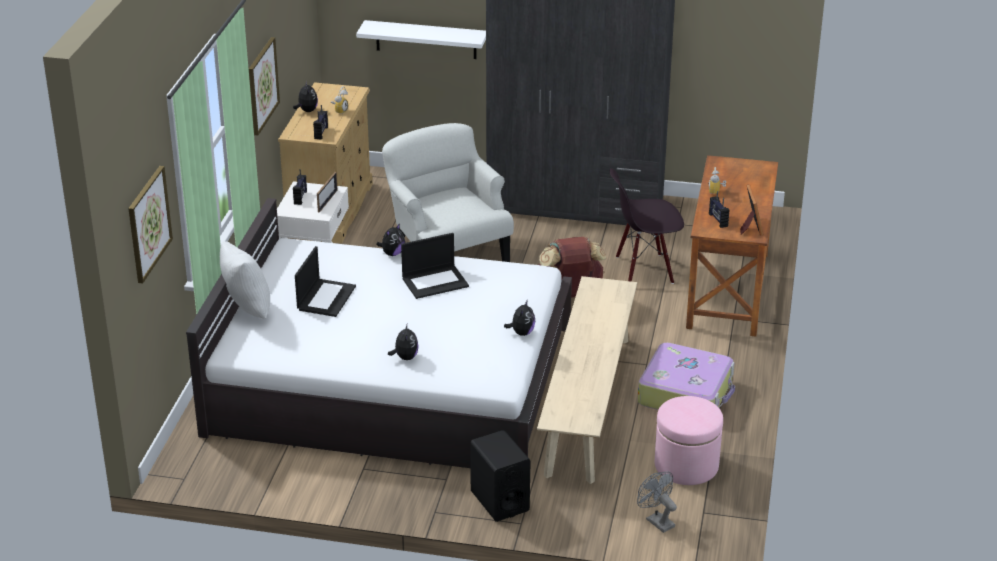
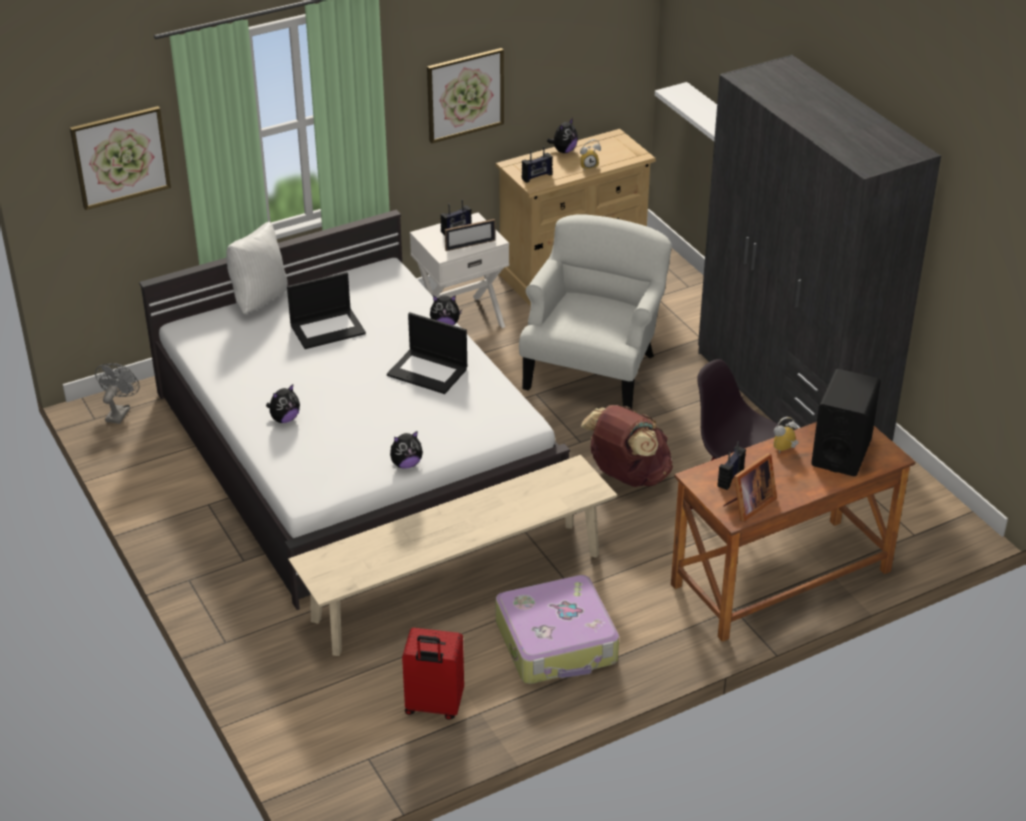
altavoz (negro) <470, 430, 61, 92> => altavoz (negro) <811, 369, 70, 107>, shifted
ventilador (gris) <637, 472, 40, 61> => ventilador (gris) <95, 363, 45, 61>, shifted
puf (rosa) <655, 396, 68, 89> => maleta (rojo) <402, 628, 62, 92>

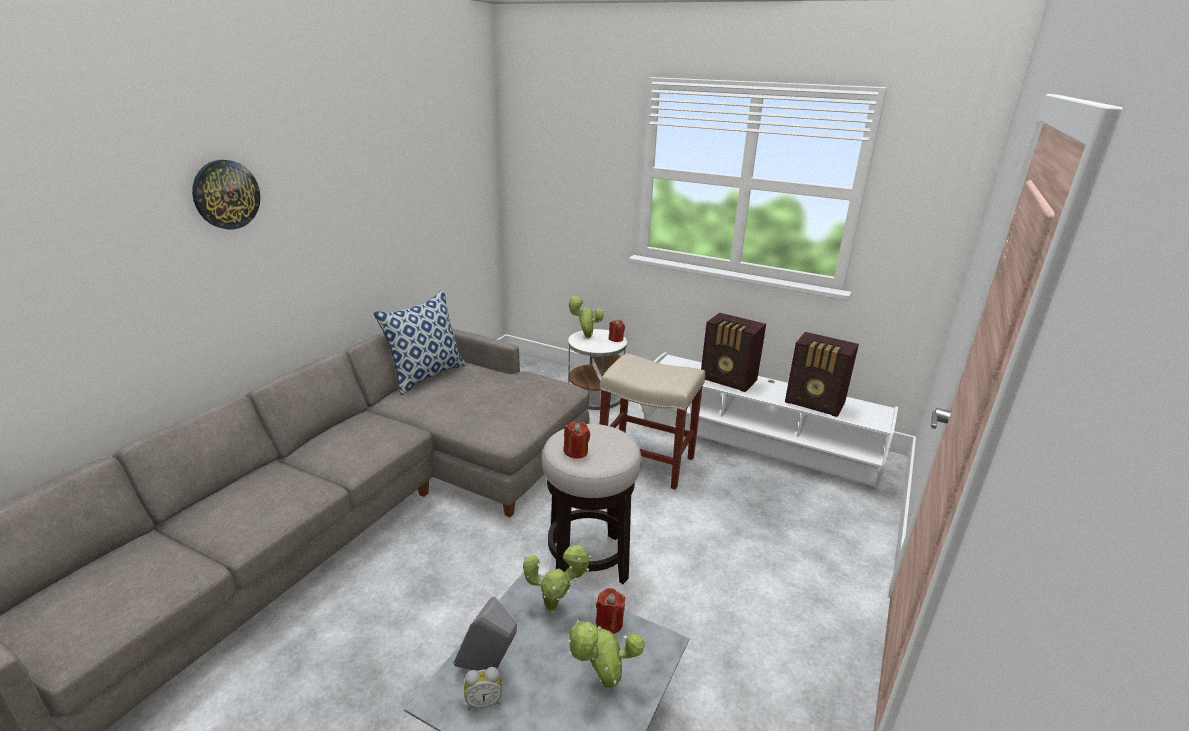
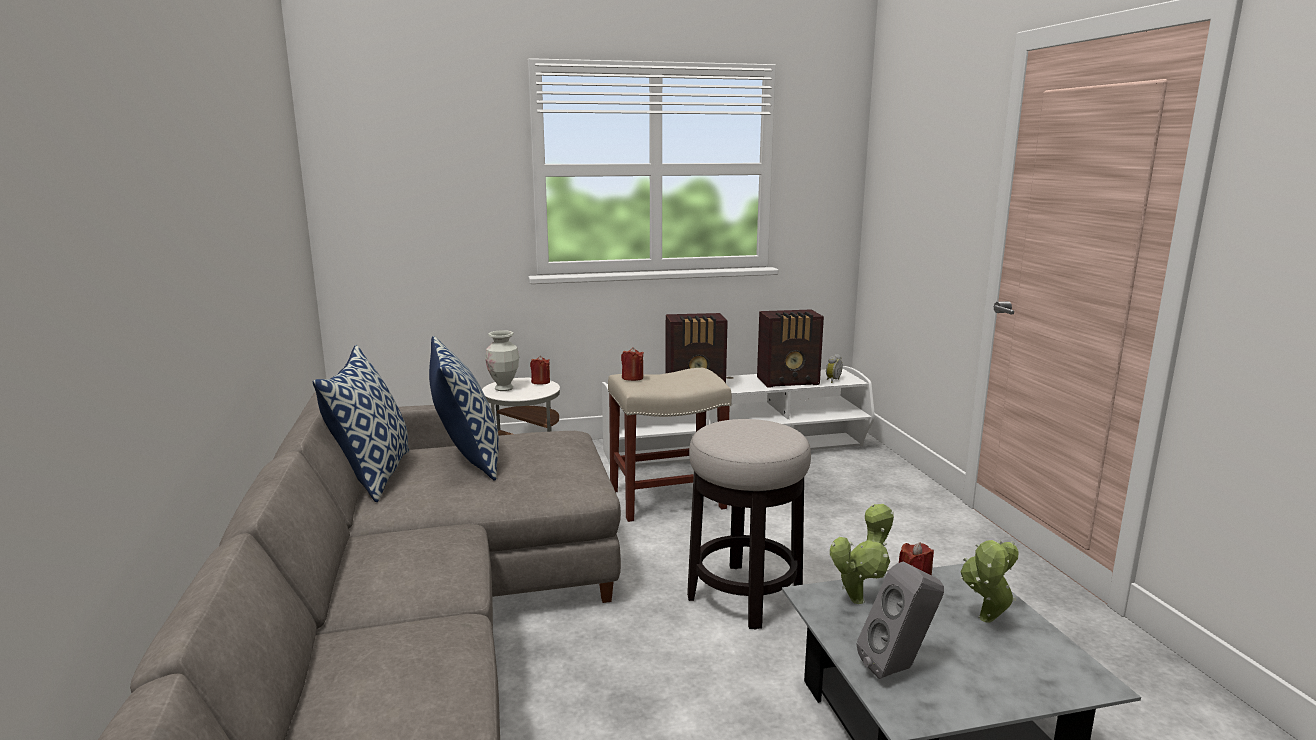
reloj de pared <192, 160, 68, 69> => nothing
nothing => cojín <429, 336, 70, 145>
despertador <464, 667, 38, 43> => despertador <826, 354, 17, 29>, shifted
vela (rojo) <564, 422, 26, 36> => vela (rojo) <621, 347, 23, 34>, shifted
planta en maceta <568, 296, 35, 42> => florero <485, 330, 34, 61>

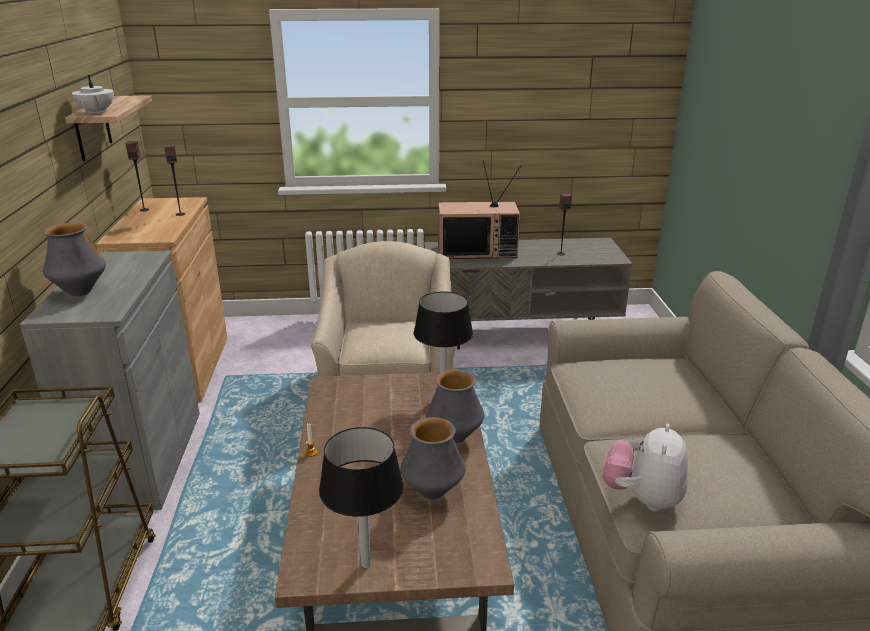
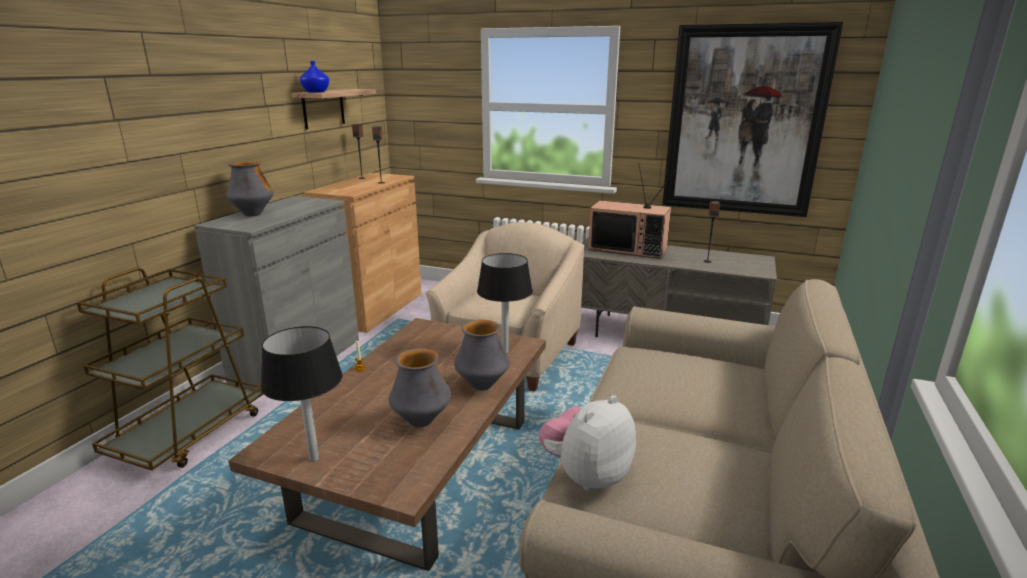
nothing => cuadro <662, 22, 181, 195>
tetera (blanco) <72, 75, 42, 39> => florero (azul) <300, 61, 29, 32>

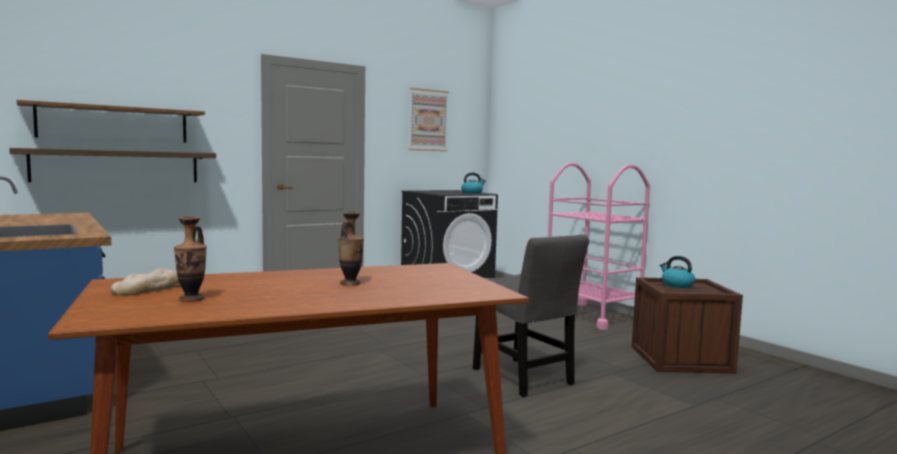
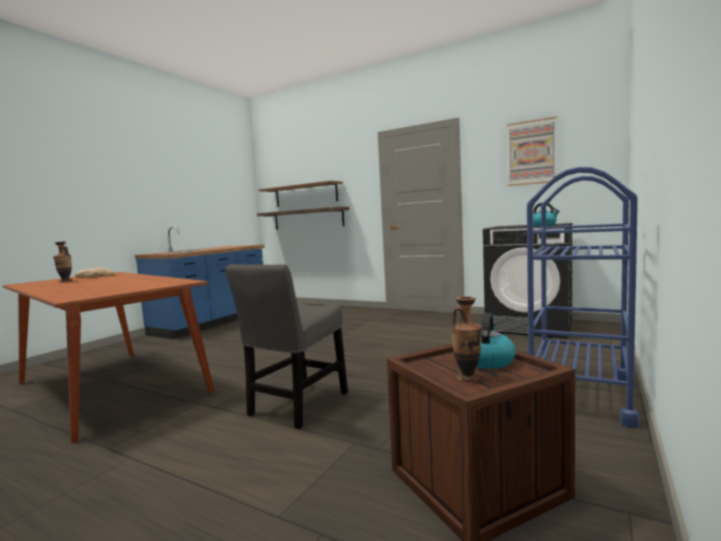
florero <338, 212, 26, 74> => florero <451, 296, 31, 86>, shifted
carrito (rosa) <548, 163, 102, 167> => carrito (azul) <527, 167, 113, 261>

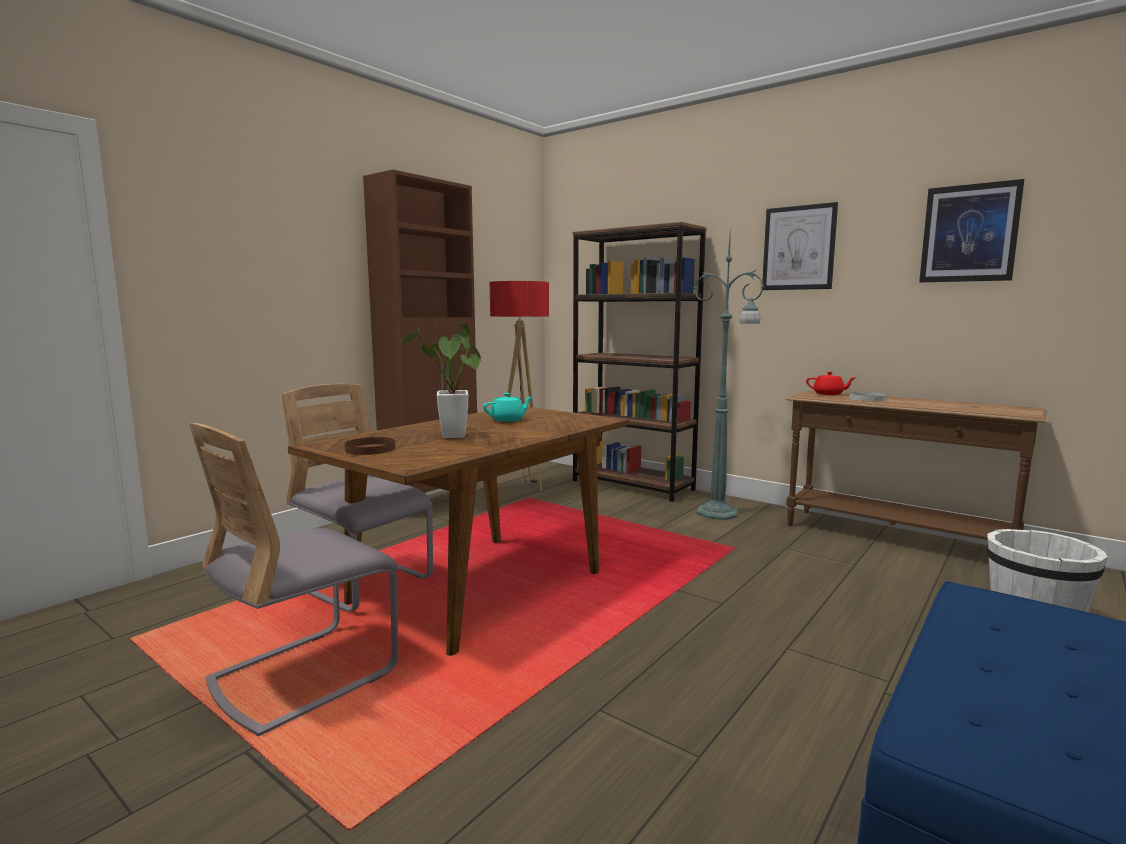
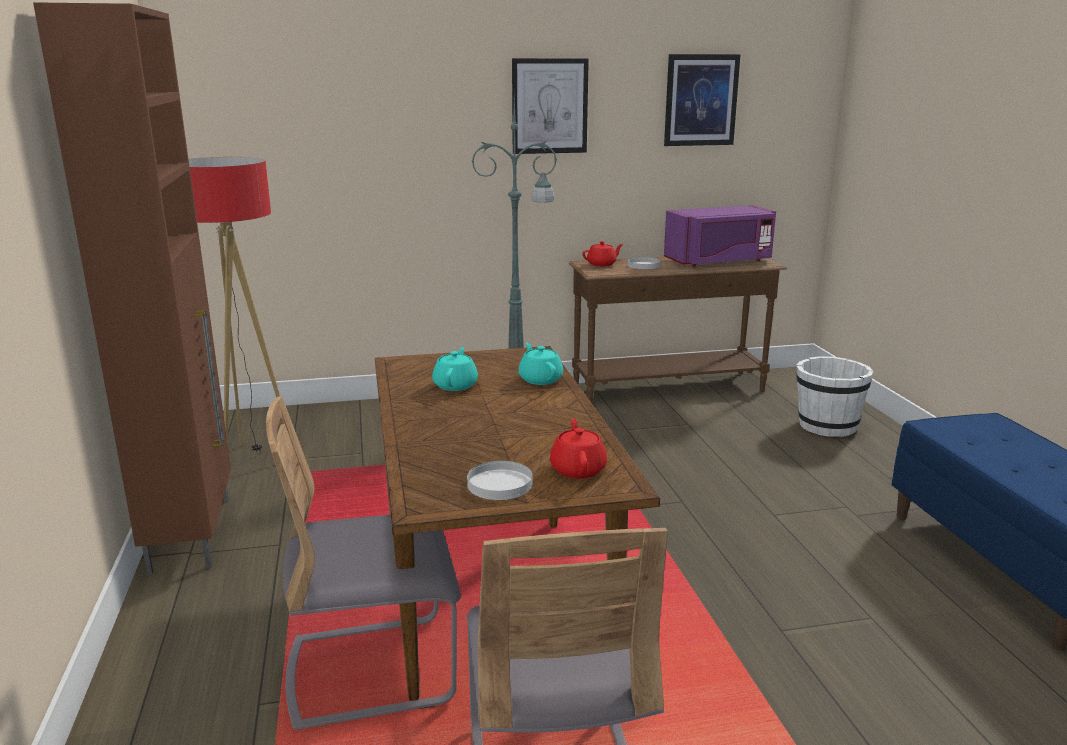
planta en maceta <399, 323, 82, 115> => nothing
estantería (marrón) <573, 222, 134, 280> => nothing
nothing => tetera (turquesa) <519, 343, 44, 42>
nothing => tetera (rojo) <550, 418, 57, 61>
nothing => microondas (morado) <664, 205, 112, 62>
plato (marrón) <345, 437, 50, 18> => plato (blanco) <467, 461, 66, 39>

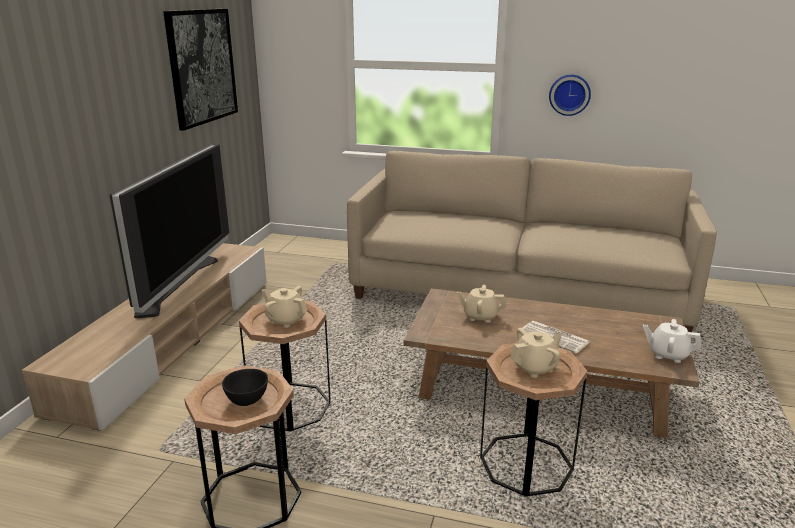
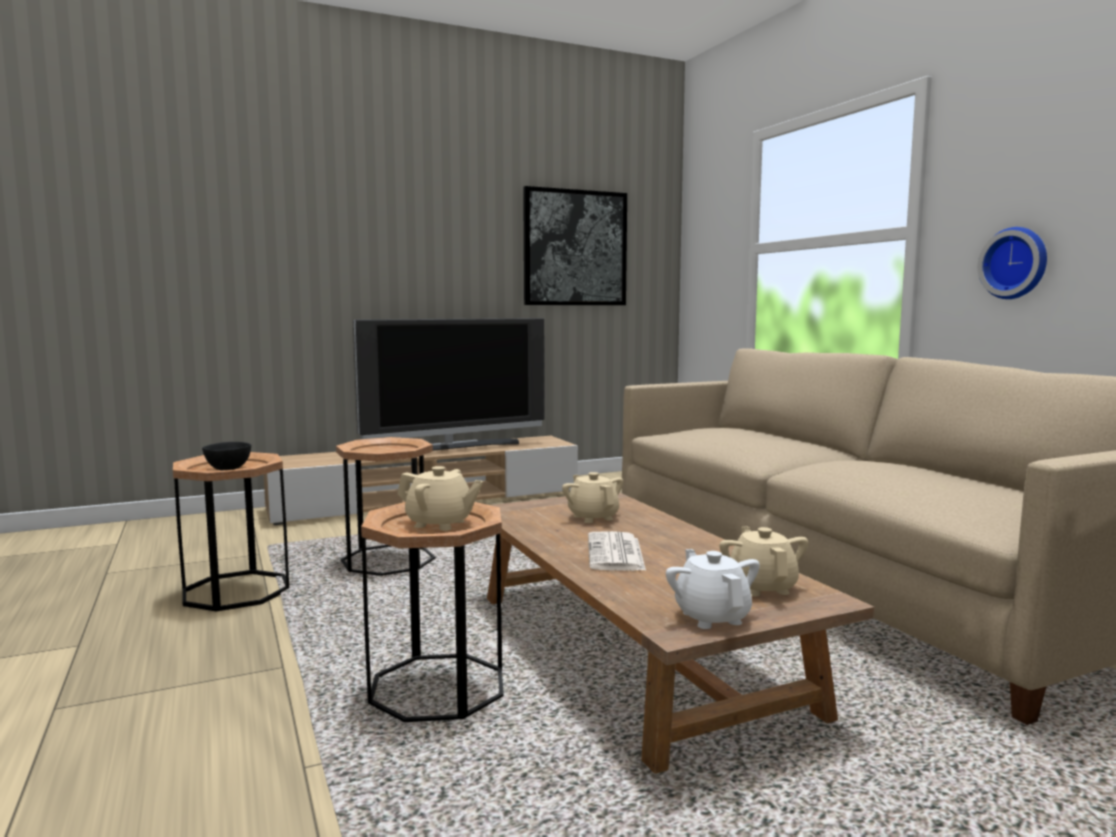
tetera (beis) <261, 286, 46, 42> => tetera (beis) <719, 527, 89, 69>, shifted

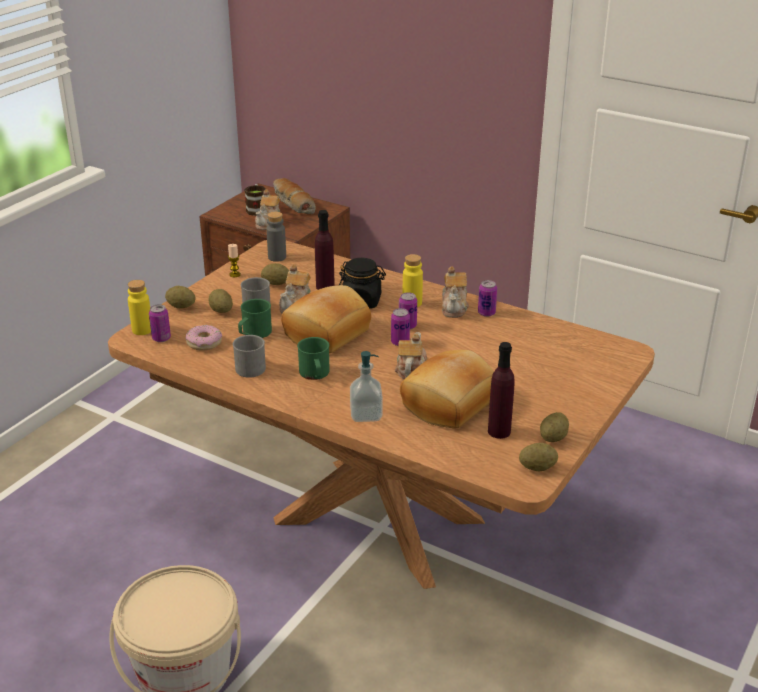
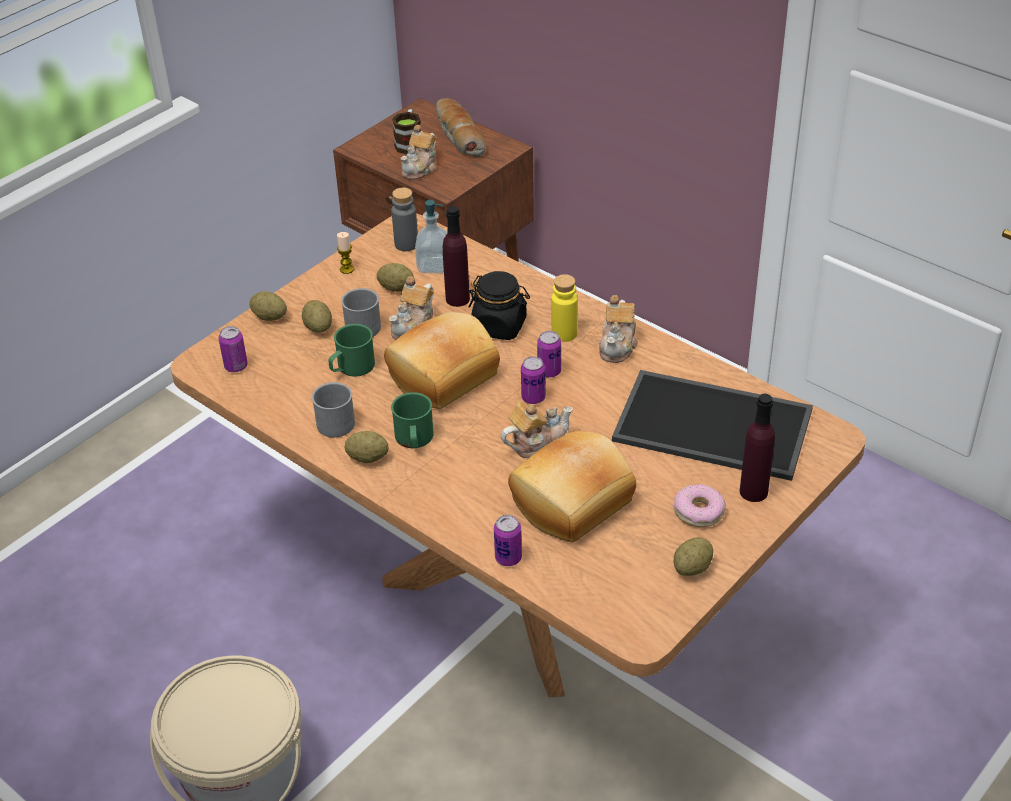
botella (amarillo) <128, 280, 23, 55> => nothing
nothing => bandeja <612, 370, 201, 111>
rosquilla <186, 325, 36, 26> => rosquilla <674, 484, 52, 43>, shifted
dispensador de jabón <350, 351, 32, 71> => dispensador de jabón <415, 200, 32, 74>, shifted
lata <478, 280, 19, 37> => lata <494, 515, 28, 51>, shifted
botella (morado) <488, 342, 27, 97> => botella (morado) <740, 394, 35, 108>, shifted
patata <519, 443, 39, 28> => patata <345, 431, 44, 32>, shifted
tetera <395, 332, 32, 47> => tetera <501, 402, 72, 56>, 45 degrees clockwise

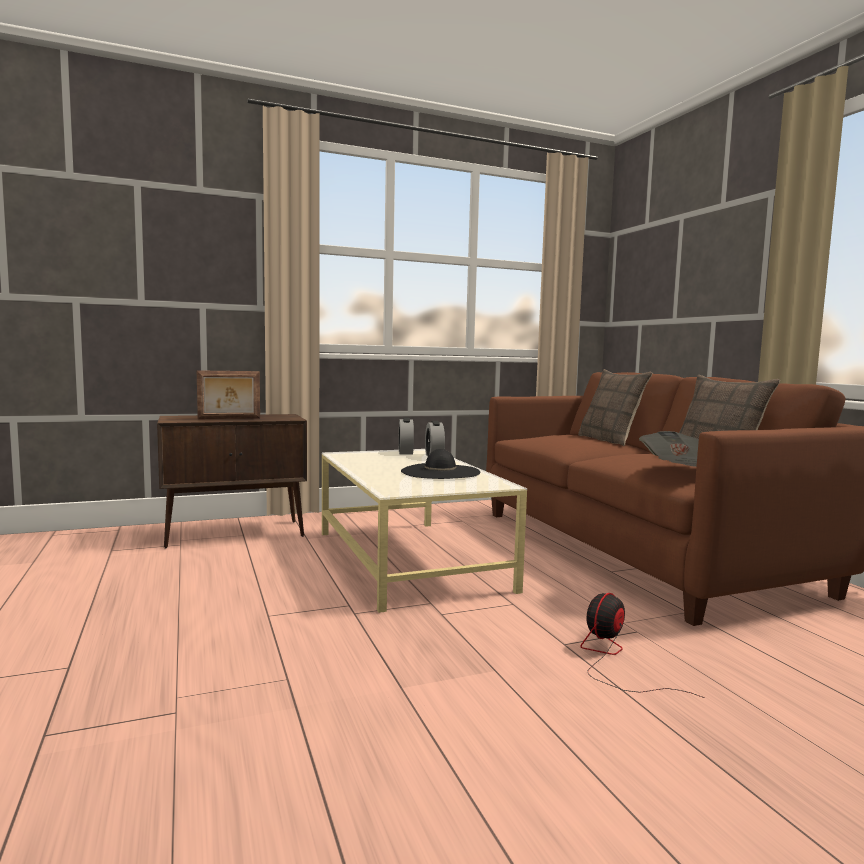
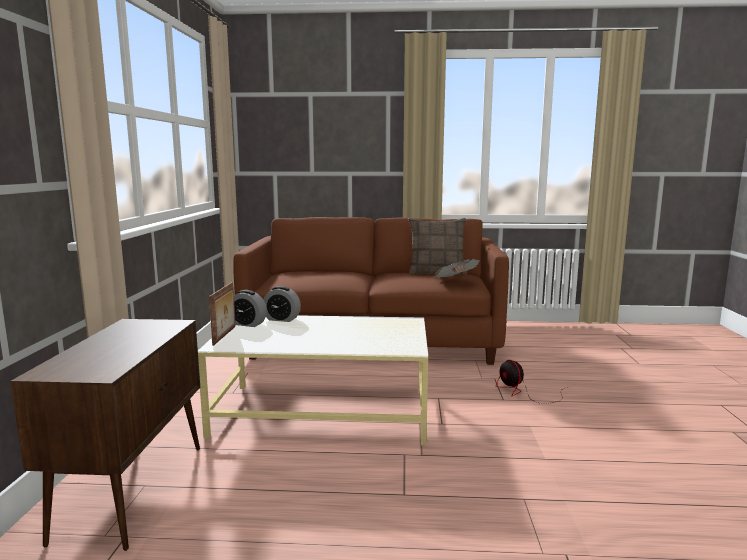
sombrero (negro) <401, 449, 79, 30> => nothing
cojín <578, 369, 74, 77> => nothing
portarretratos <197, 370, 63, 49> => portarretratos <209, 282, 26, 64>, shifted

